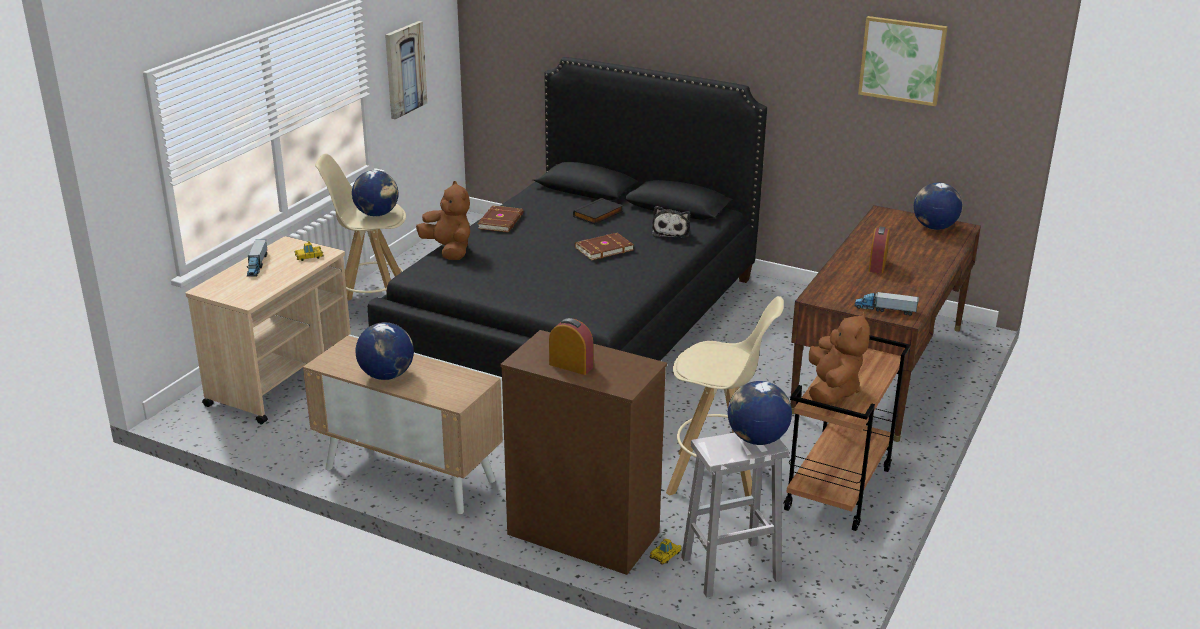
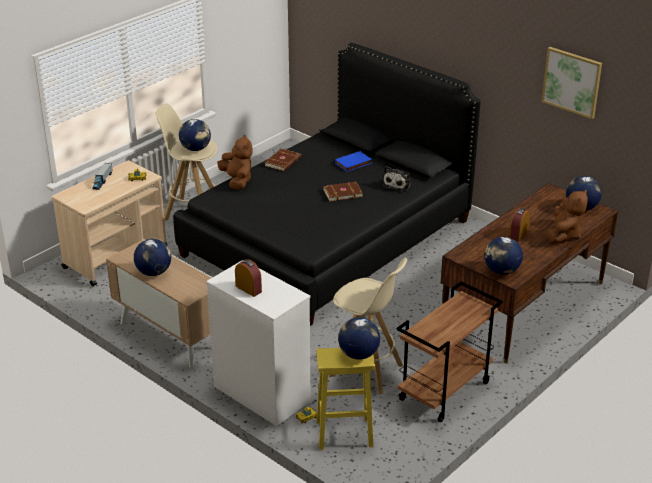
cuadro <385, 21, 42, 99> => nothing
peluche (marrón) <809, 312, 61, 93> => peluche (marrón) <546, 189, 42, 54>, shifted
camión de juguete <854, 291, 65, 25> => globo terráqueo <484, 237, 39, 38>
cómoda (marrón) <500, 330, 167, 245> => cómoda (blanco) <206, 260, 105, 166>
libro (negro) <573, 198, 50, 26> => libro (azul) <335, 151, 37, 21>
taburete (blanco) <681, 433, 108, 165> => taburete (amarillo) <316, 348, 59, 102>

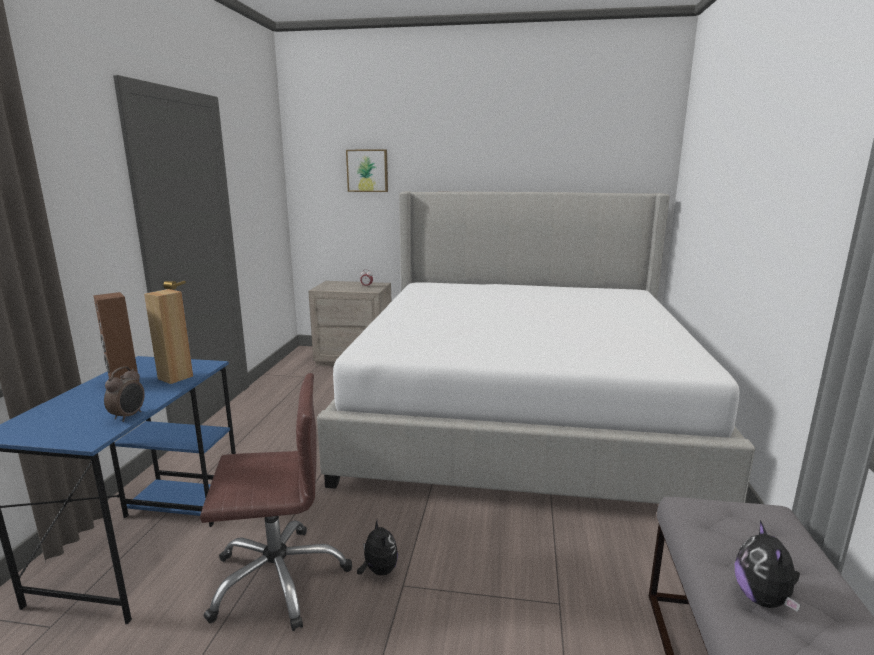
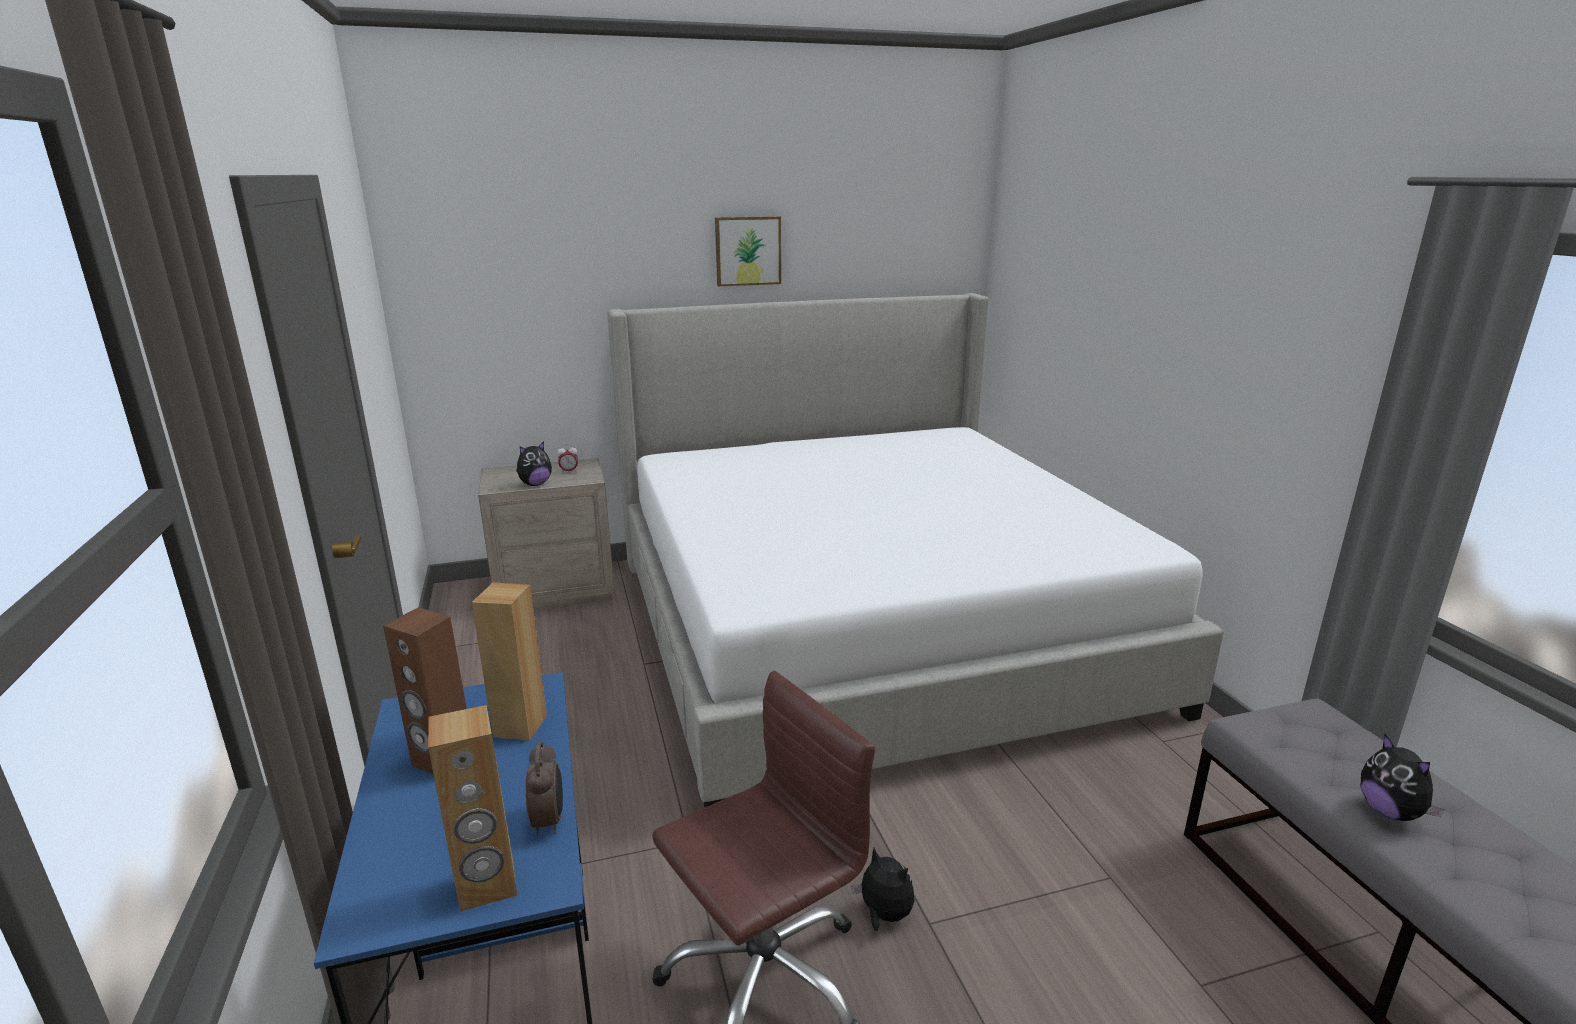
nothing => altavoz (marrón) <428, 705, 89, 207>
nothing => peluche <516, 441, 36, 45>
cuadro <346, 150, 42, 42> => cuadro <715, 216, 66, 70>, shifted

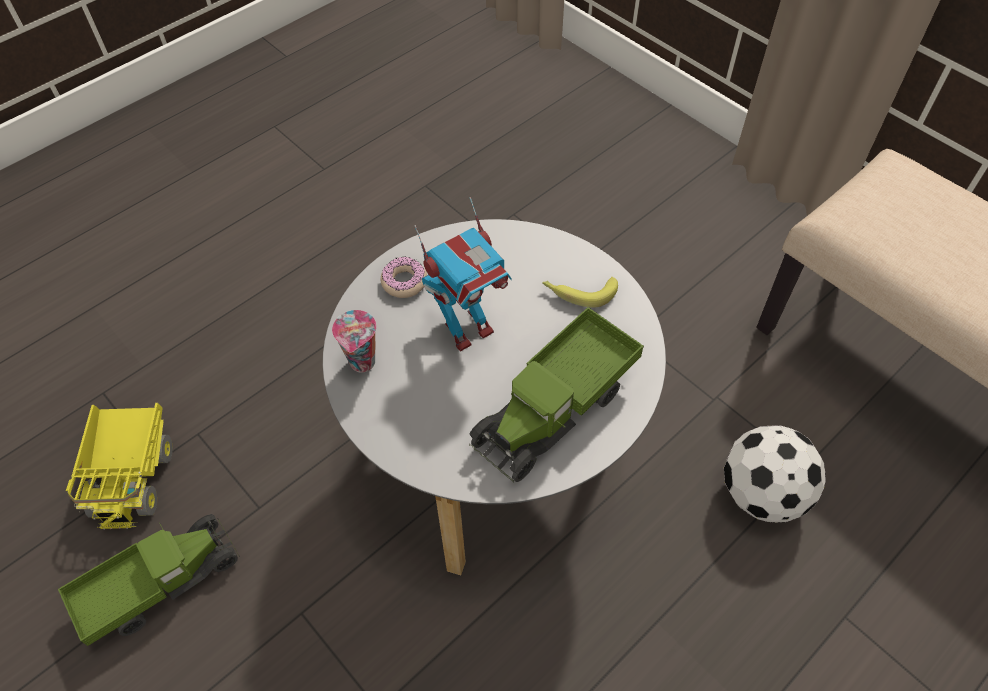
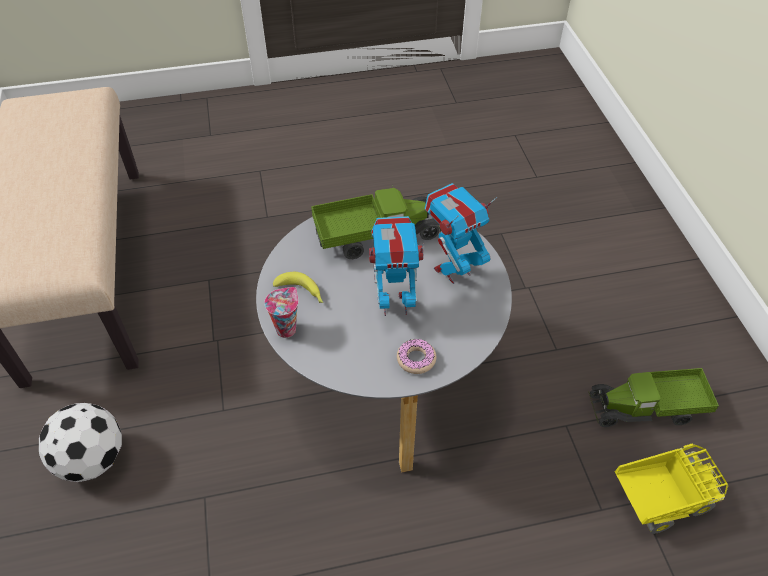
nothing => robot de juguete <425, 183, 72, 101>
taza <332, 310, 45, 62> => taza <264, 287, 35, 51>, shifted
balón de fútbol <724, 425, 102, 98> => balón de fútbol <39, 403, 83, 79>, shifted
camión de juguete <66, 403, 107, 126> => camión de juguete <614, 444, 114, 90>, 45 degrees clockwise

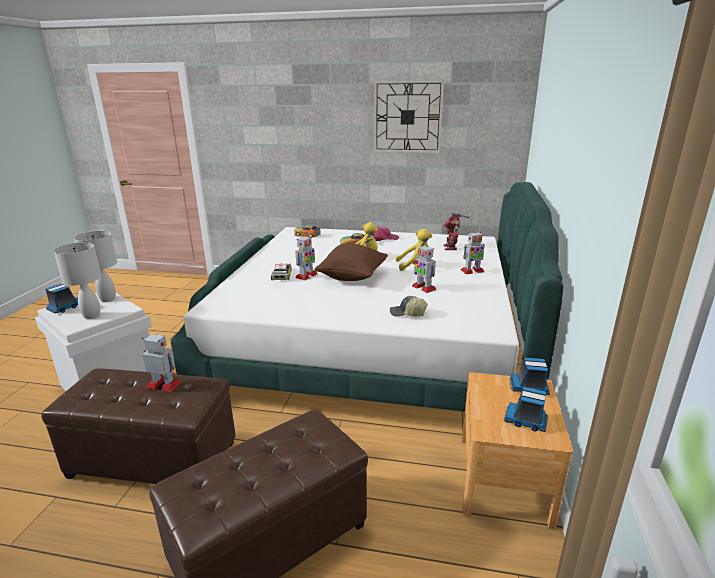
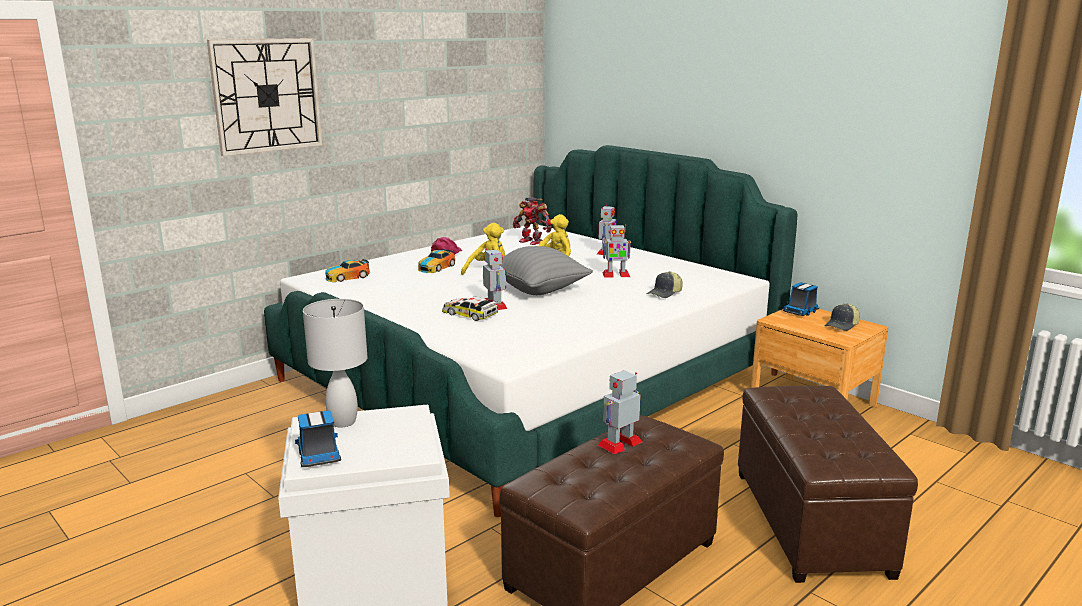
lámpara de mesa (blanco) <54, 242, 48, 77> => nothing
reloj de pared <374, 80, 70, 73> => reloj de pared <207, 38, 115, 118>, shifted
camión de juguete <504, 387, 44, 45> => gorra <825, 303, 35, 28>
cojín (marrón) <315, 243, 73, 38> => cojín (gris) <500, 246, 93, 49>

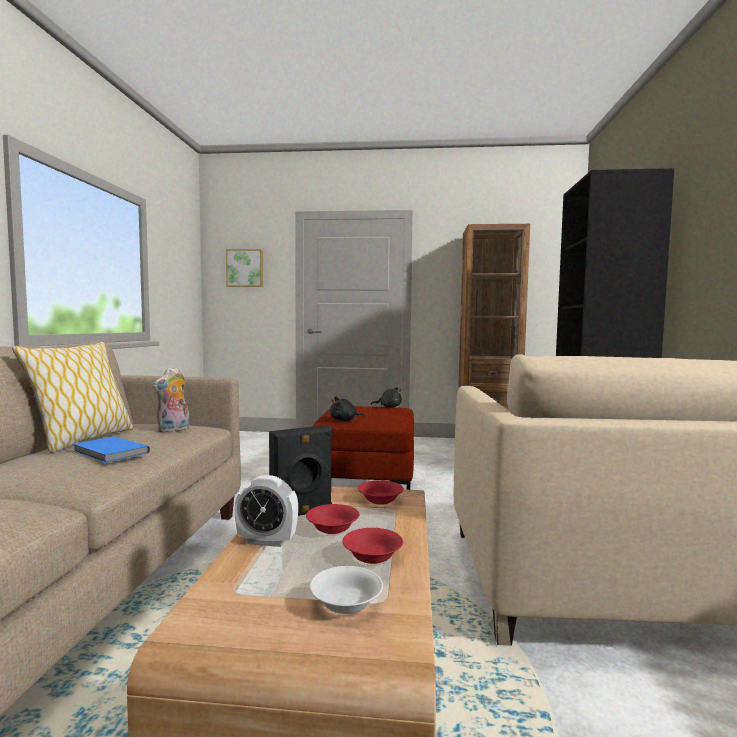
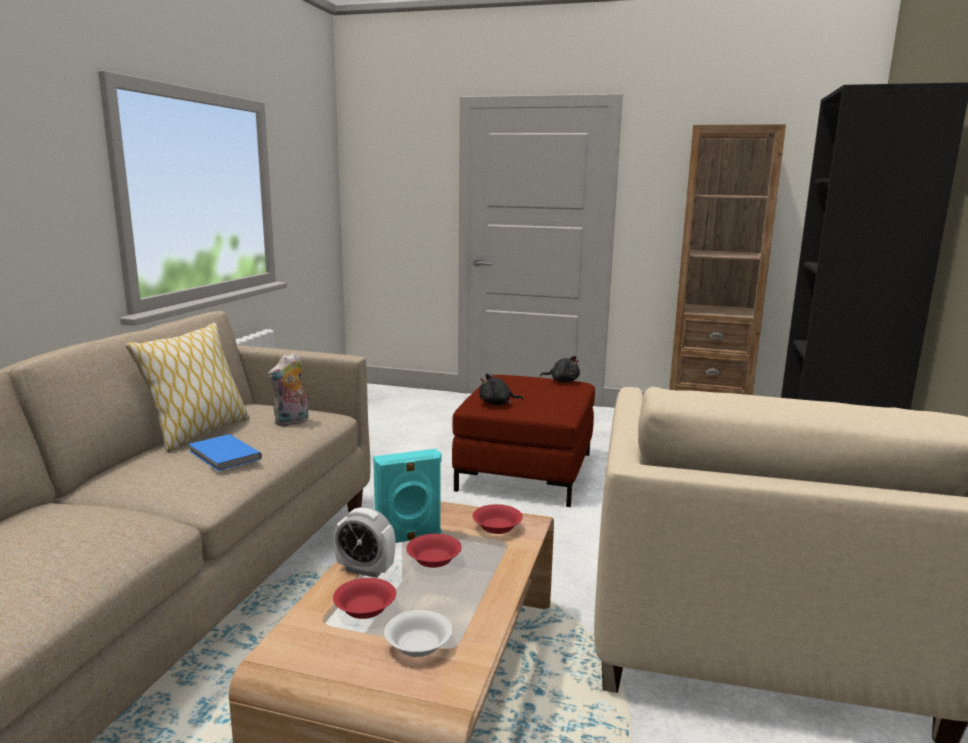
cuadro <226, 249, 37, 38> => nothing
cuenco (rojo) <342, 528, 61, 36> => cuenco (rojo) <333, 578, 63, 41>, shifted
altavoz (negro) <269, 425, 63, 91> => altavoz (turquesa) <373, 449, 68, 94>

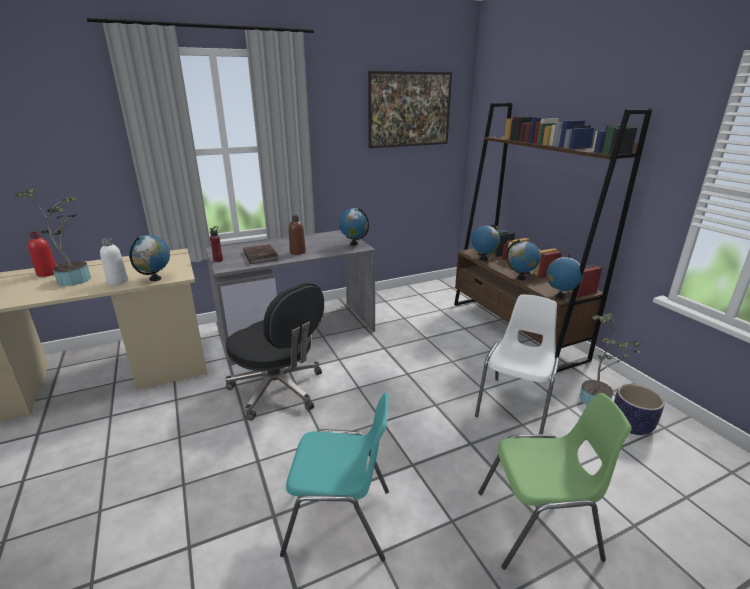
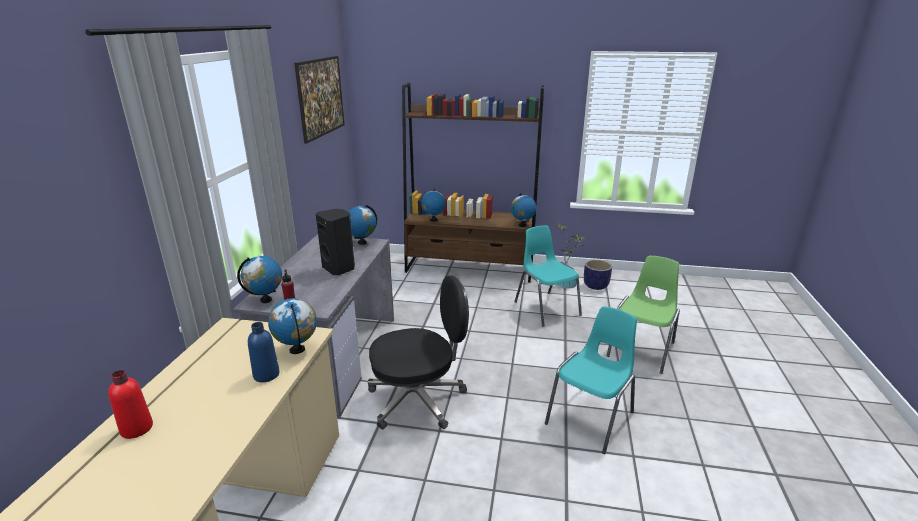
planta en maceta <15, 188, 76, 98> => nothing
libro (marrón) <243, 244, 36, 20> => nothing
globo terráqueo <506, 240, 35, 40> => globo terráqueo <237, 256, 45, 47>, shifted
botella (marrón) <289, 215, 17, 40> => altavoz (negro) <316, 209, 39, 66>
botella (blanco) <100, 238, 28, 47> => botella (azul) <248, 322, 32, 60>
silla (blanco) <475, 295, 84, 139> => silla (turquesa) <514, 225, 68, 102>

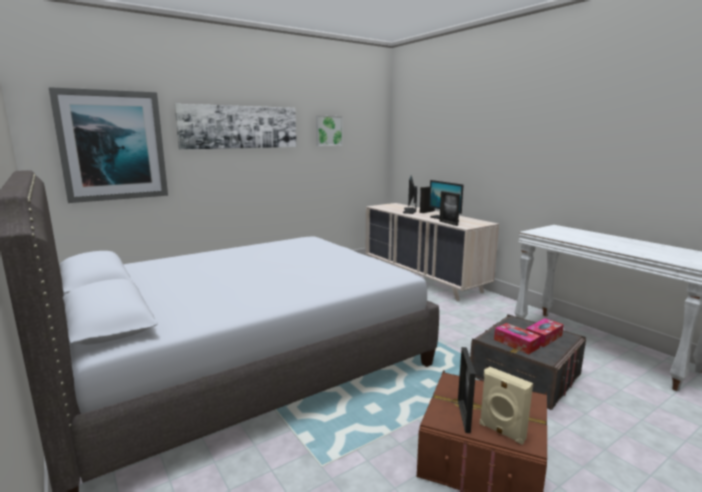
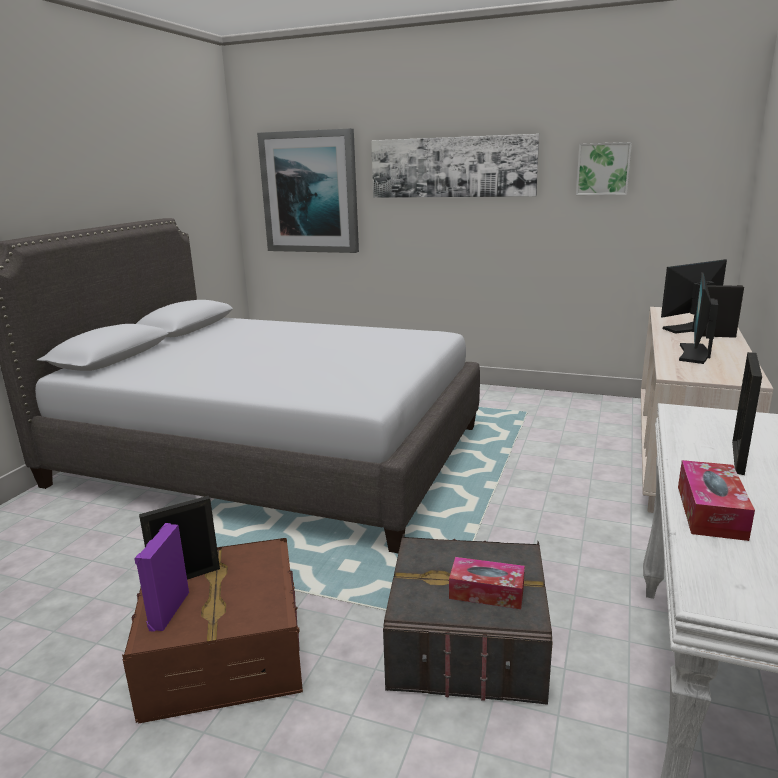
portarretratos <439, 191, 21, 35> => portarretratos <732, 352, 30, 123>, shifted
caja de pañuelos <494, 323, 47, 31> => caja de pañuelos <678, 460, 77, 81>, shifted
altavoz (beis) <479, 366, 54, 79> => altavoz (morado) <134, 523, 55, 109>

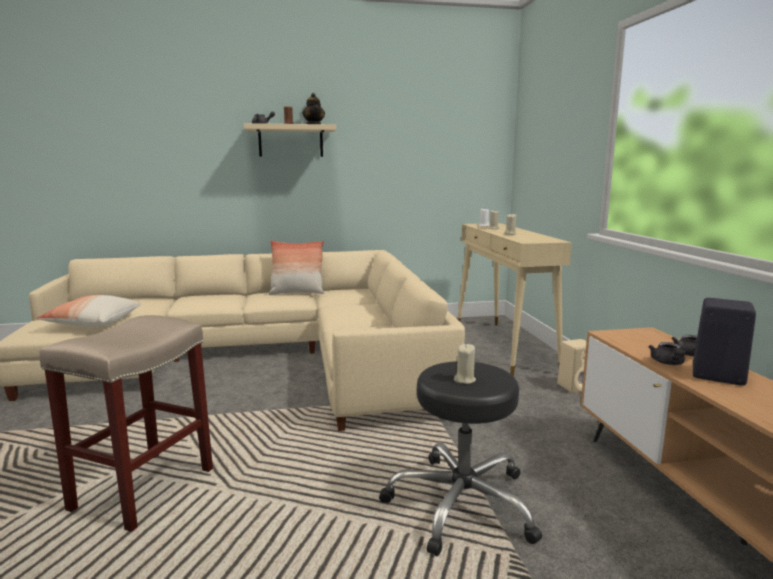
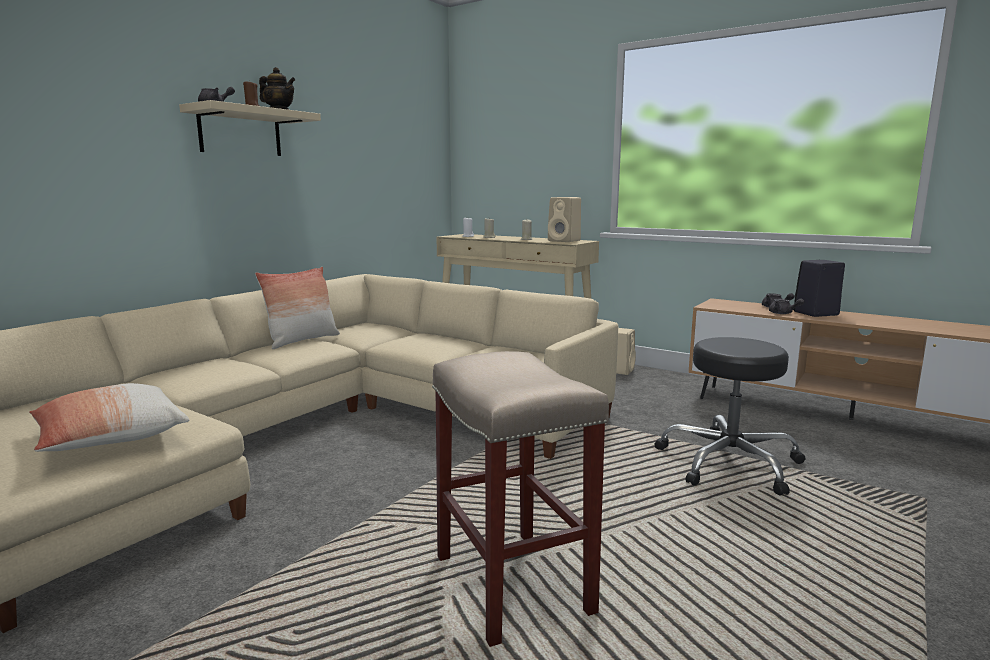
vela (beis) <454, 344, 22, 40> => nothing
nothing => altavoz (beis) <548, 197, 33, 45>

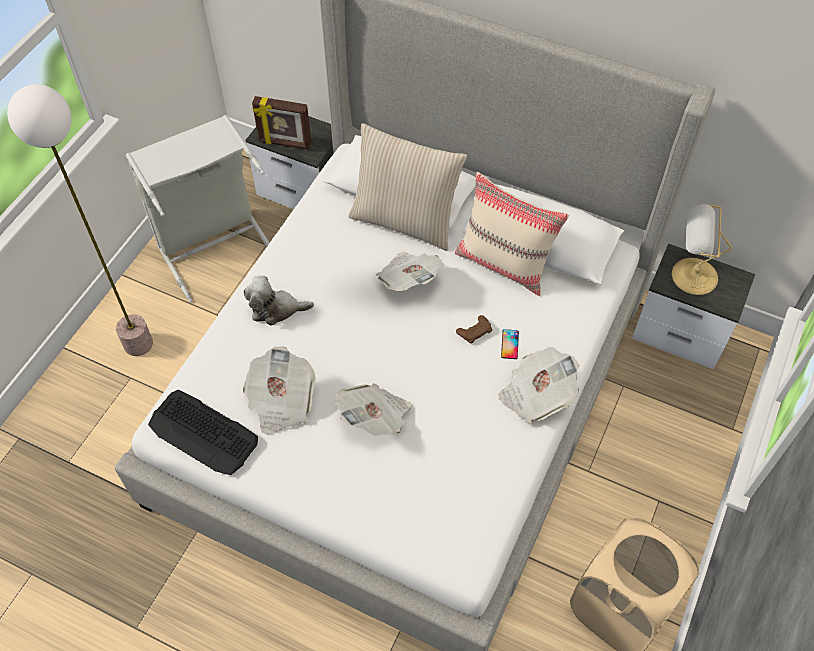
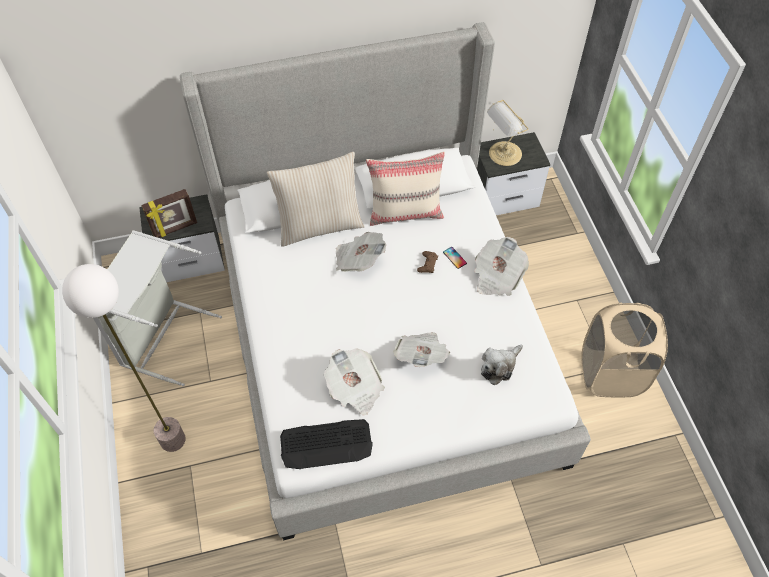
peluche <244, 276, 70, 49> => peluche <481, 345, 42, 40>, shifted

